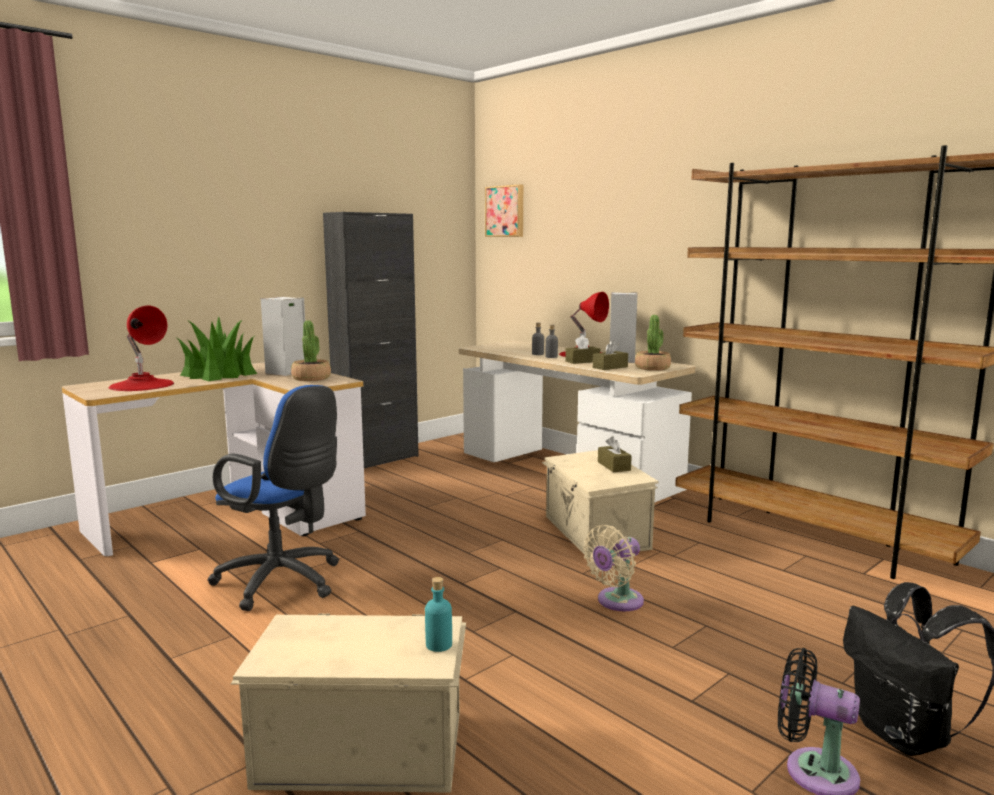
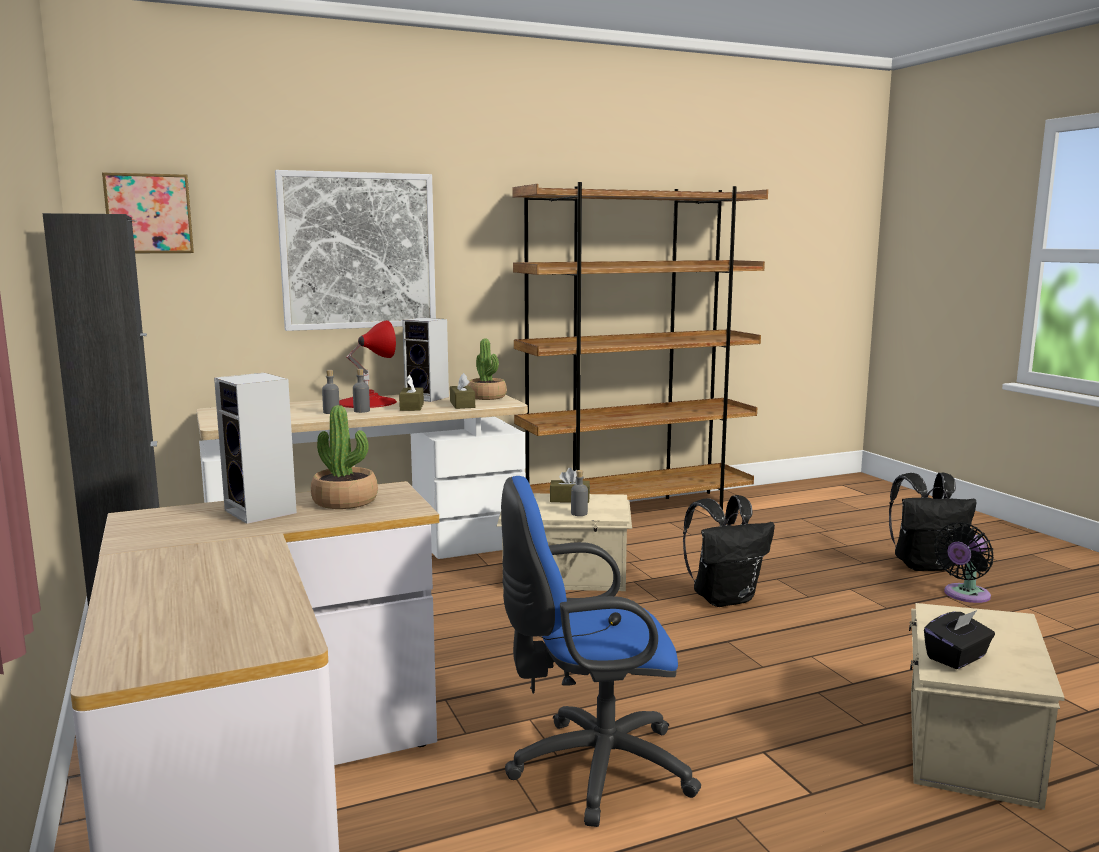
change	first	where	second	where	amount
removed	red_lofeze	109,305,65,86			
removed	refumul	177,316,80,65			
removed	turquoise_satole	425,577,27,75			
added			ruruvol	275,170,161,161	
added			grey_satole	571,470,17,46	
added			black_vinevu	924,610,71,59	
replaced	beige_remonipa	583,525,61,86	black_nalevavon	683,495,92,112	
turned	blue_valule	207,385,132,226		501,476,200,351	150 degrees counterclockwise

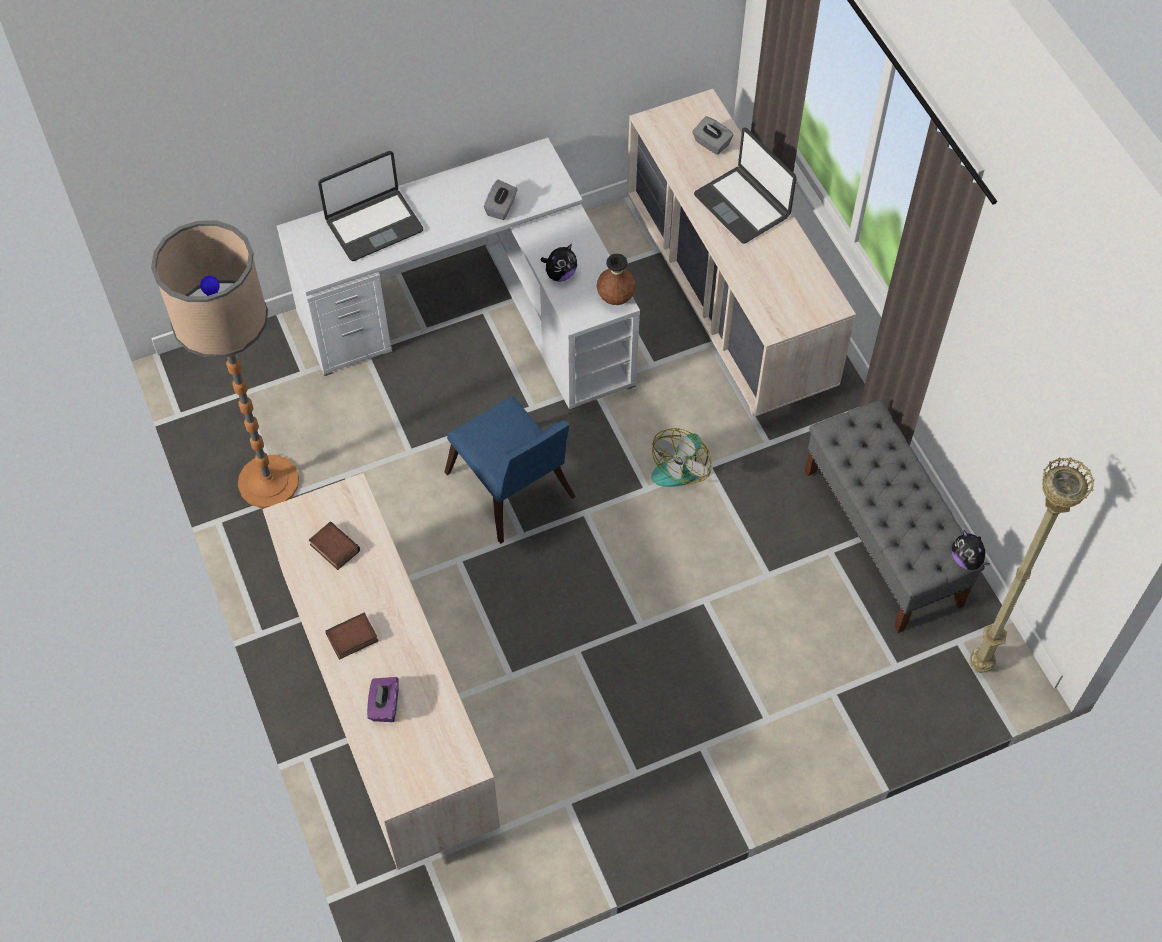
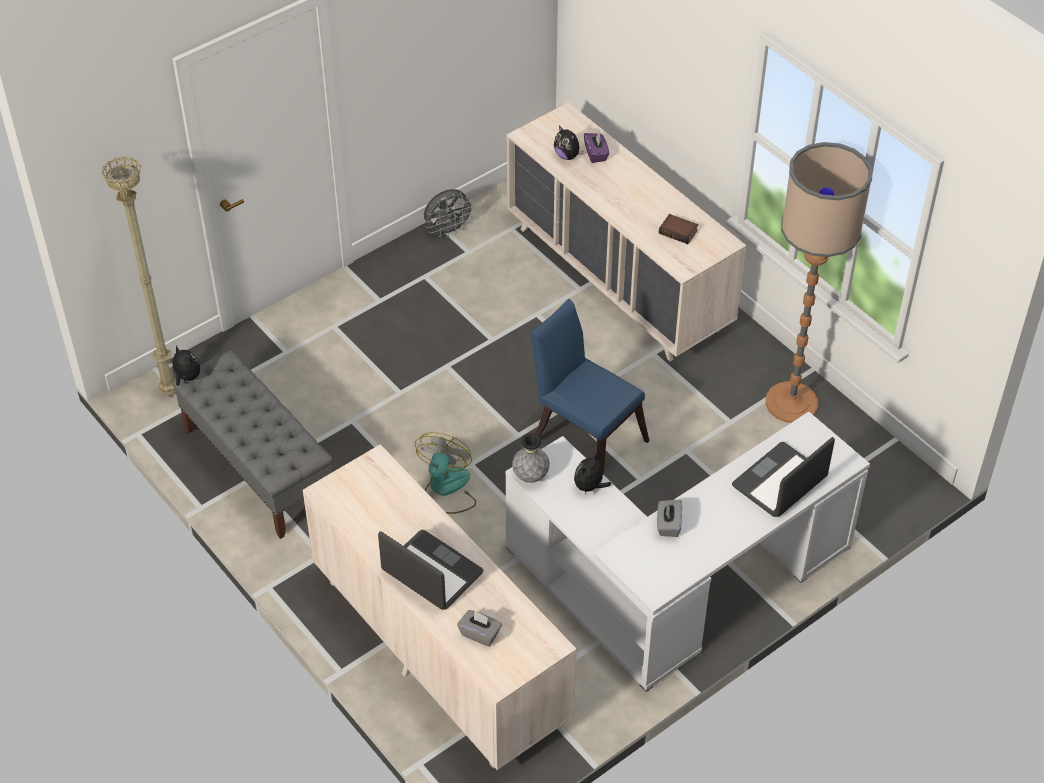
change	first	where	second	where	amount
removed	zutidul	325,613,53,47			
added			grey_remonipa	424,189,51,49	
added			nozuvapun	554,126,30,34	
recoloured	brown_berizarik	597,254,39,51	grey_berizarik	512,433,38,50	

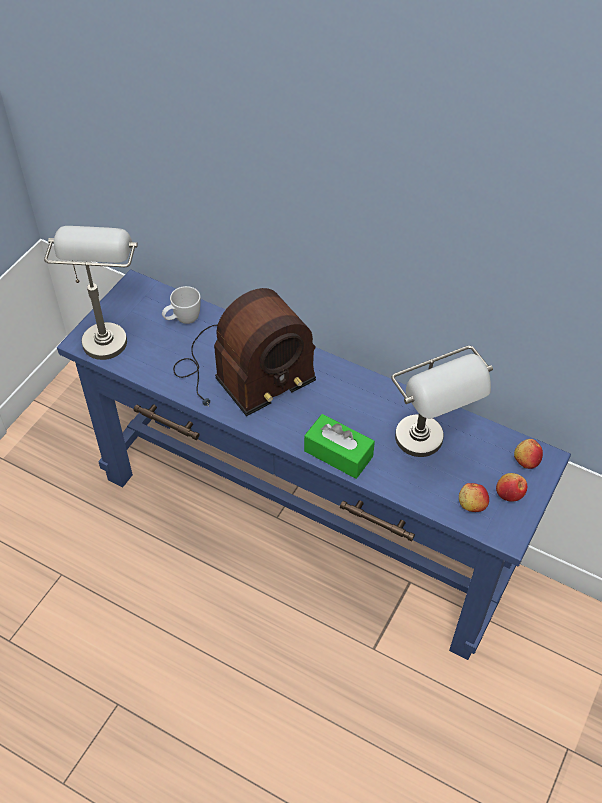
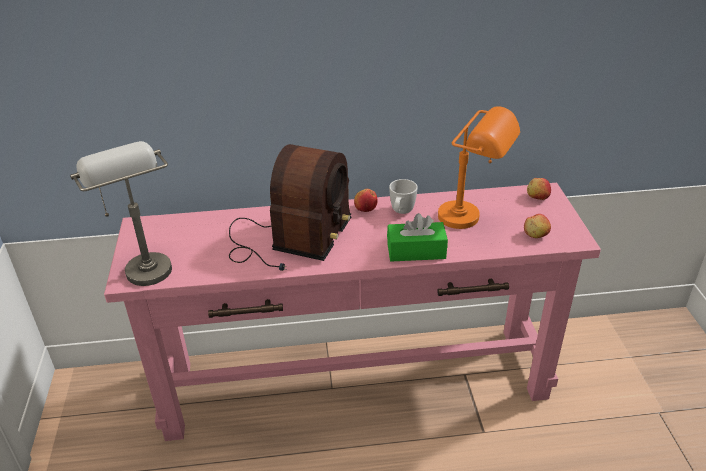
change	first	where	second	where	amount
moved	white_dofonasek	162,286,39,38		389,179,29,35	
moved	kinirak	496,473,31,29		354,189,24,23	
recoloured	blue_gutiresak	57,269,514,391	pink_gutiresak	104,183,497,258	
recoloured	grey_lofeze	391,346,102,111	orange_lofeze	438,106,82,123	

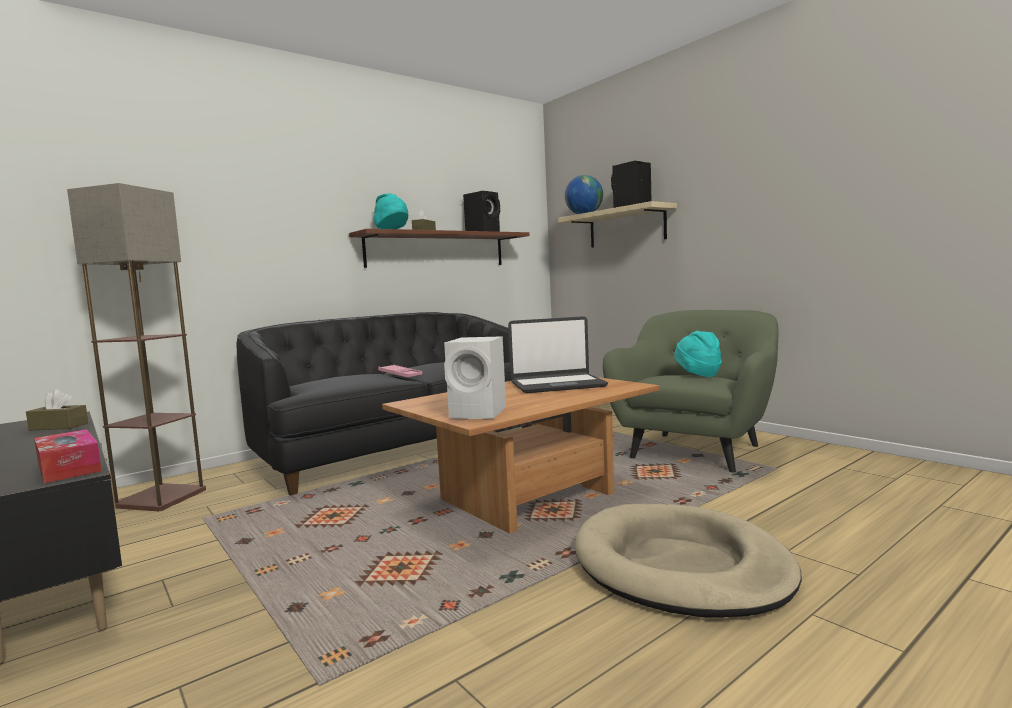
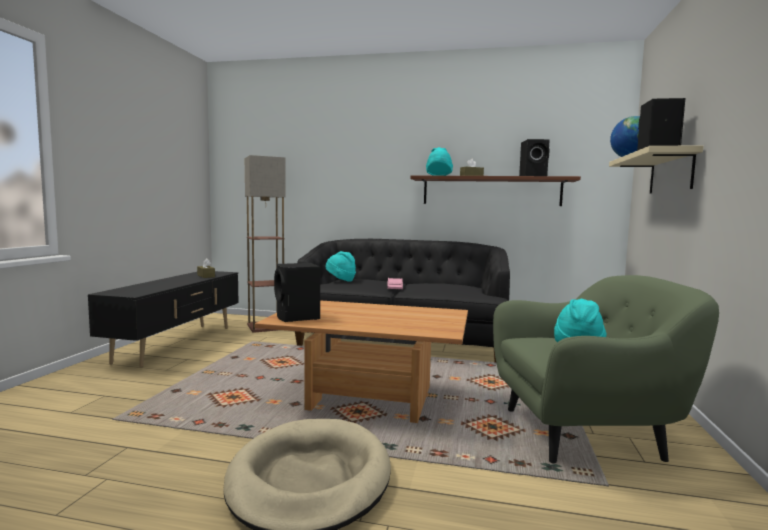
change	first	where	second	where	amount
removed	vinevu	34,429,68,54			
removed	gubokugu	508,316,100,77			
added			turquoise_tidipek	325,251,31,31	
recoloured	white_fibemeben	444,336,62,83	black_fibemeben	274,263,46,59	

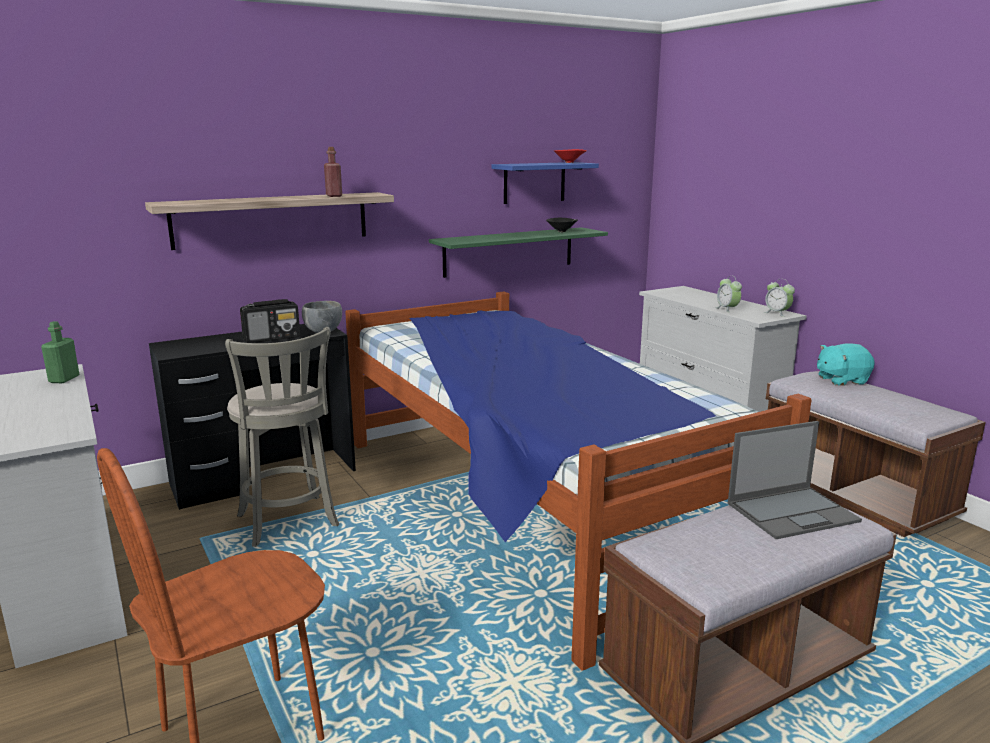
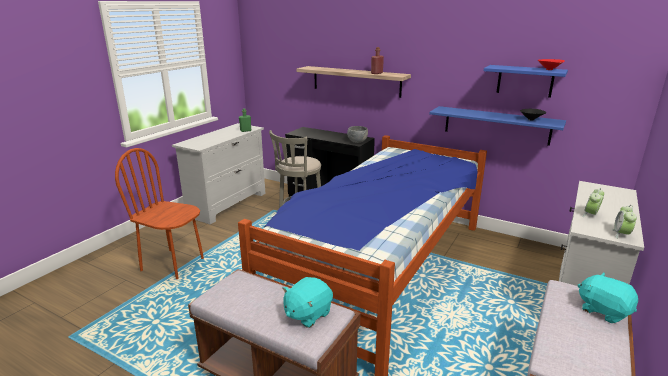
change	first	where	second	where	amount
removed	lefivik	240,299,60,44			
replaced	gubokugu	728,421,134,118	turquoise_nozuvapun	282,277,51,51	
recoloured	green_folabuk	429,227,179,51	blue_folabuk	429,106,137,40	

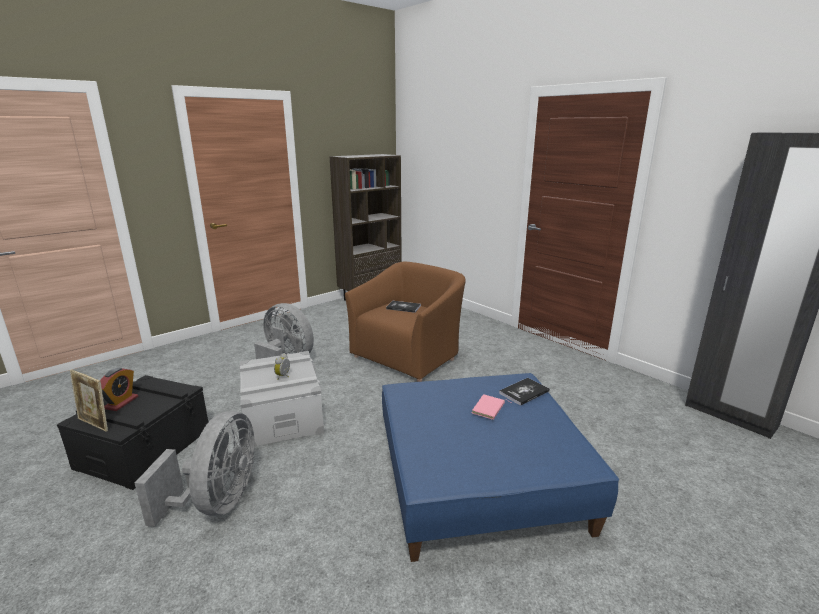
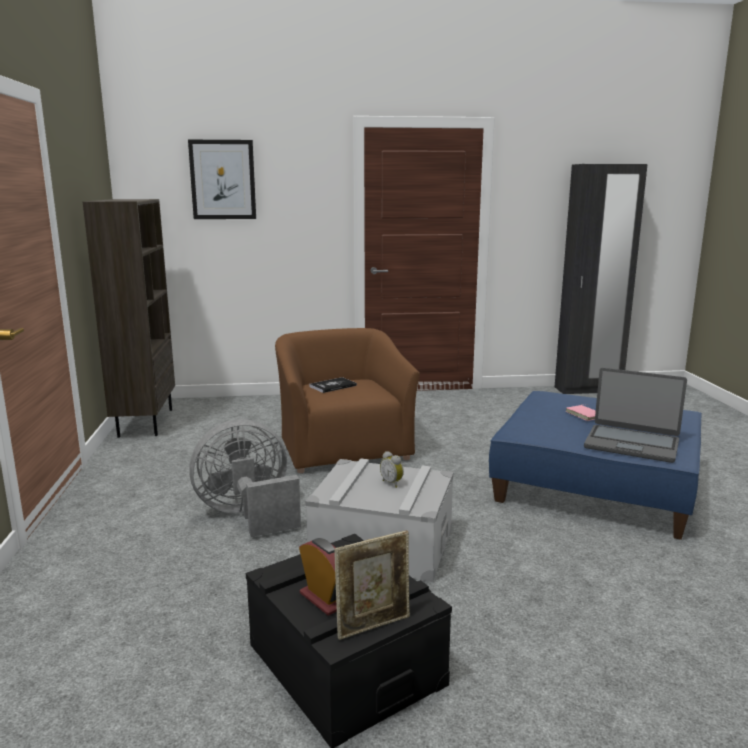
change	first	where	second	where	amount
removed	grey_remonipa	135,411,120,116			
removed	zutidul	499,378,51,28			
added			ruruvol	188,140,68,79	
added			gubokugu	584,368,103,95	

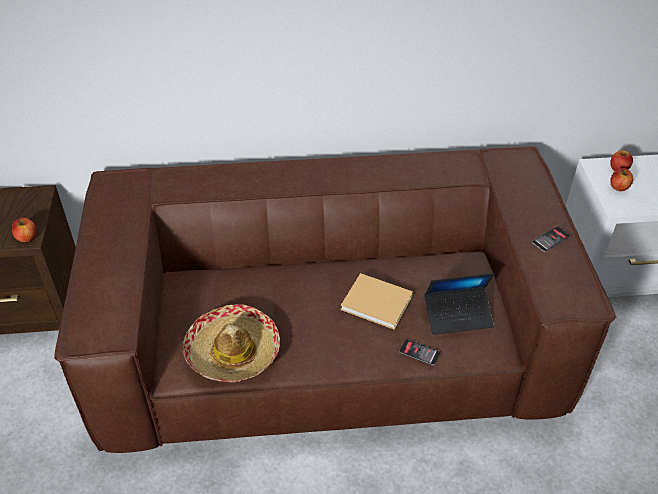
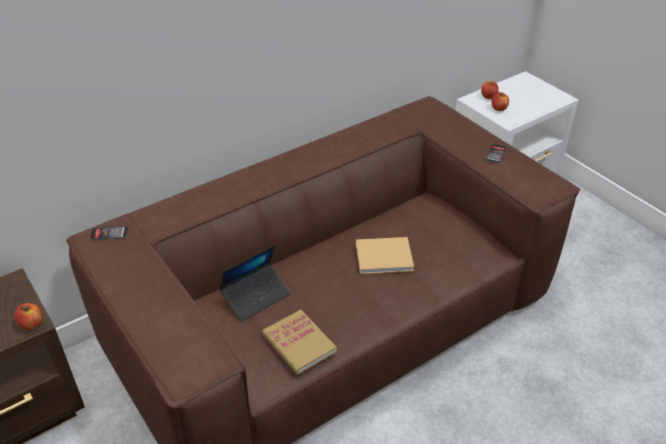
change	first	where	second	where	amount
moved	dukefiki	399,339,41,26		90,226,39,14	
moved	gubokugu	425,273,70,62		219,245,72,76	
replaced	tidipek	183,304,97,79	zutidul	262,310,75,65	

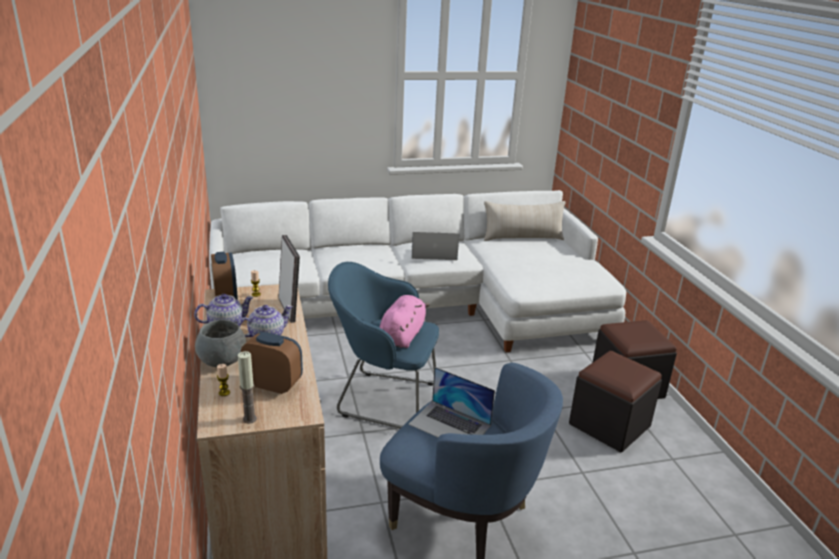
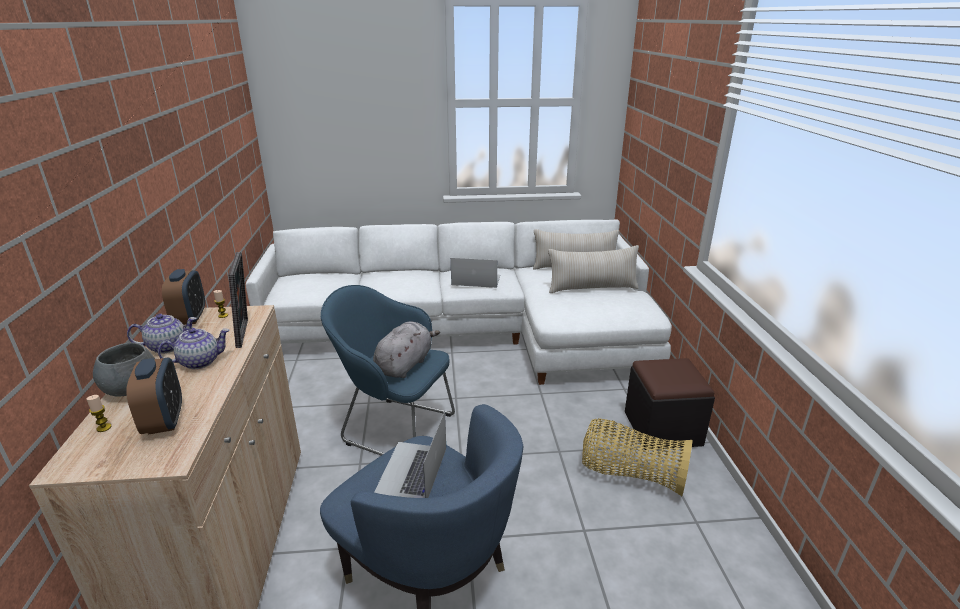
change	first	where	second	where	amount
removed	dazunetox	238,351,19,73			
added			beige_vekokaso	548,245,91,48	
replaced	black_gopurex	569,351,93,101	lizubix	582,419,110,77	
recoloured	pink_nozuvapun	379,295,51,53	grey_nozuvapun	373,321,67,57	
turned	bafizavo	241,332,62,62		126,358,56,77	45 degrees clockwise
turned	gubokugu	409,367,86,70		374,410,72,88	60 degrees clockwise

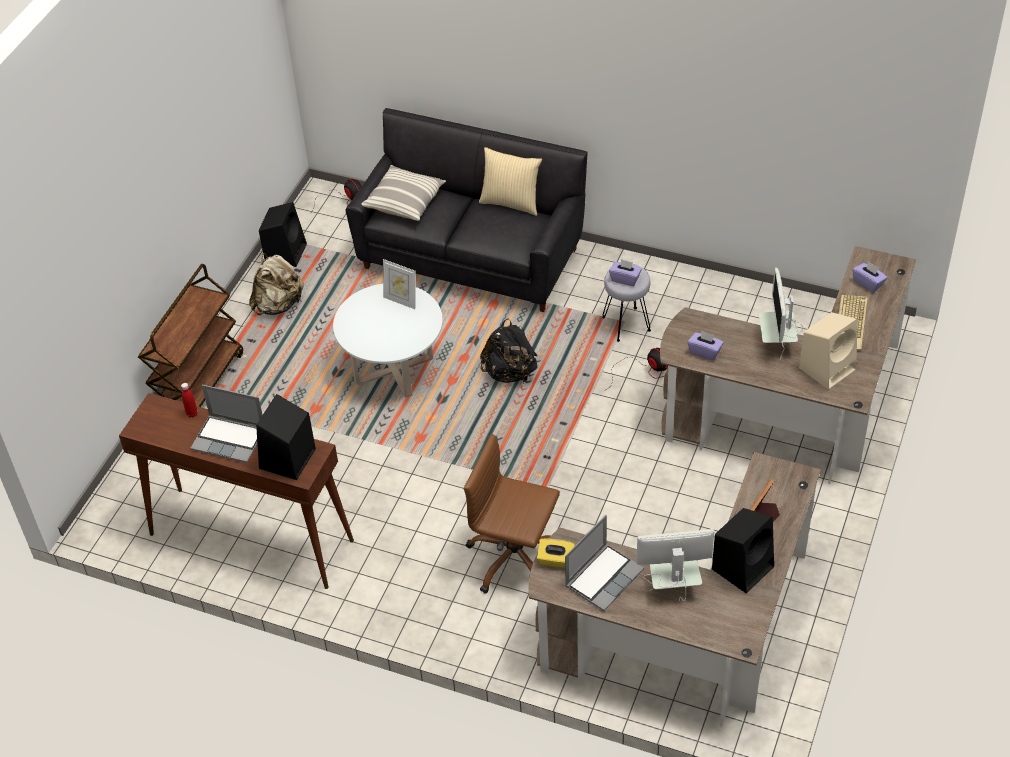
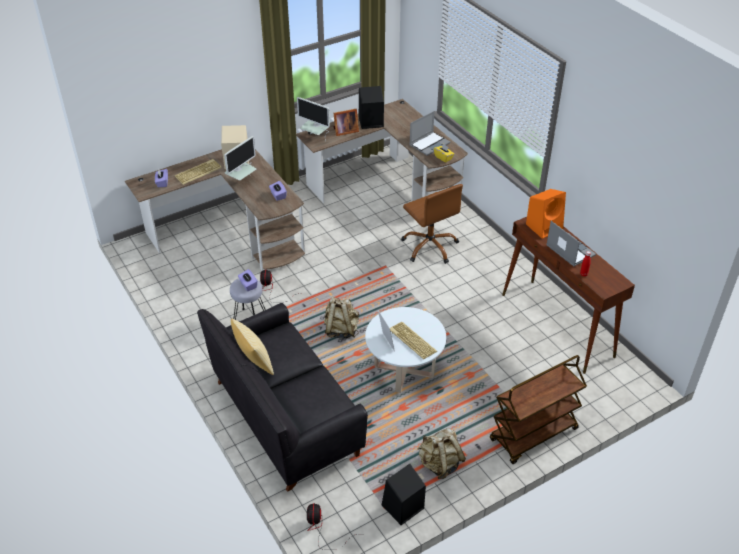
change	first	where	second	where	amount
removed	vekokaso	361,165,85,56			
added			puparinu	390,322,47,37	
moved	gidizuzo	637,529,77,73		297,97,33,44	
recoloured	black_fibemeben	256,394,60,86	orange_fibemeben	526,189,40,50	
recoloured	black_nalevavon	480,318,58,65	beige_nalevavon	324,297,35,42	
turned	gubokugu	565,515,79,96		409,111,41,45	150 degrees clockwise

